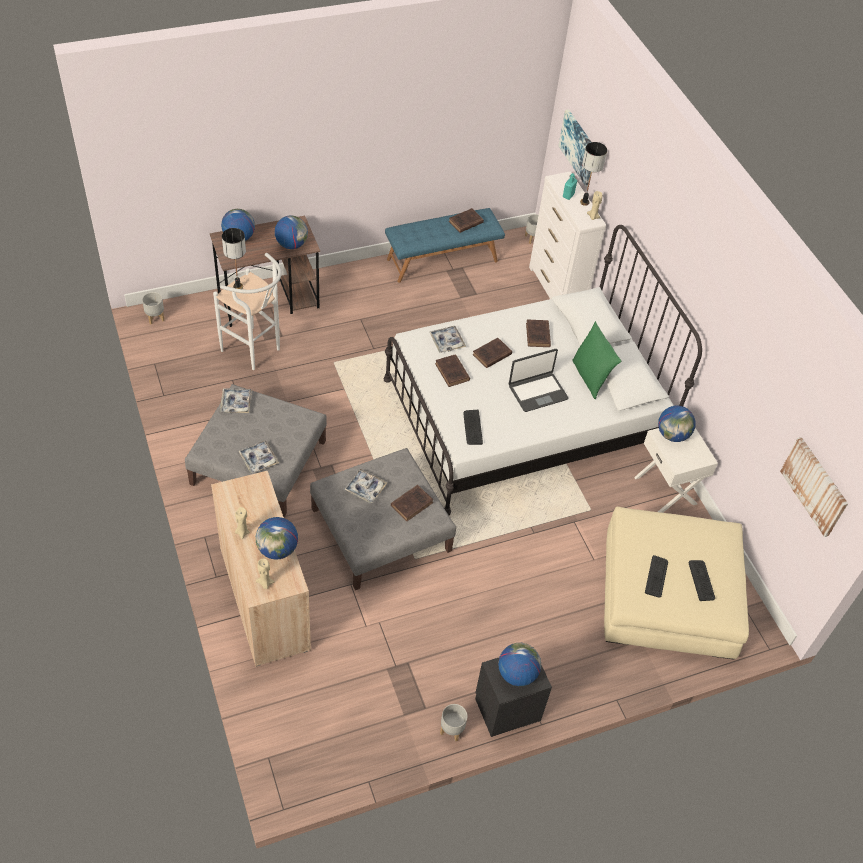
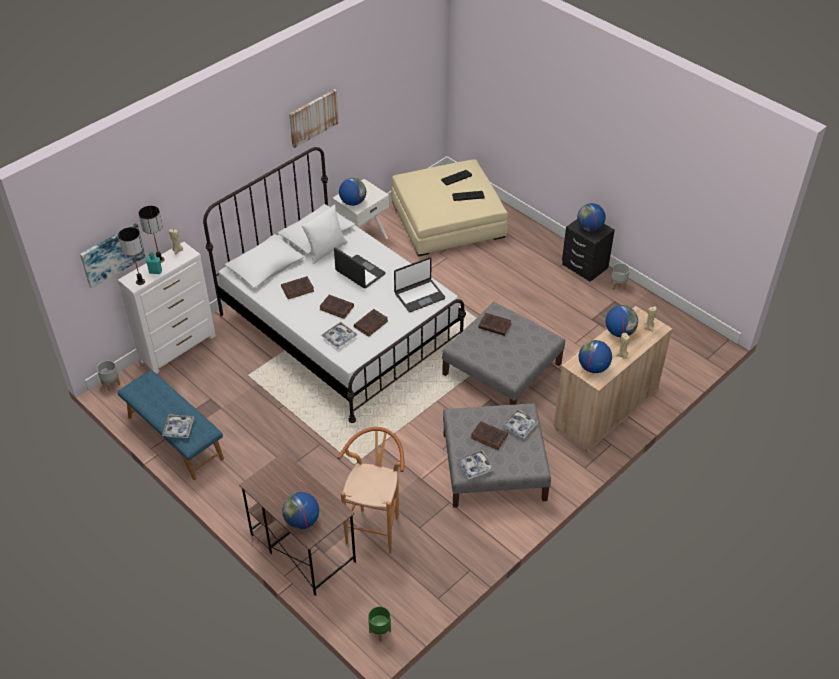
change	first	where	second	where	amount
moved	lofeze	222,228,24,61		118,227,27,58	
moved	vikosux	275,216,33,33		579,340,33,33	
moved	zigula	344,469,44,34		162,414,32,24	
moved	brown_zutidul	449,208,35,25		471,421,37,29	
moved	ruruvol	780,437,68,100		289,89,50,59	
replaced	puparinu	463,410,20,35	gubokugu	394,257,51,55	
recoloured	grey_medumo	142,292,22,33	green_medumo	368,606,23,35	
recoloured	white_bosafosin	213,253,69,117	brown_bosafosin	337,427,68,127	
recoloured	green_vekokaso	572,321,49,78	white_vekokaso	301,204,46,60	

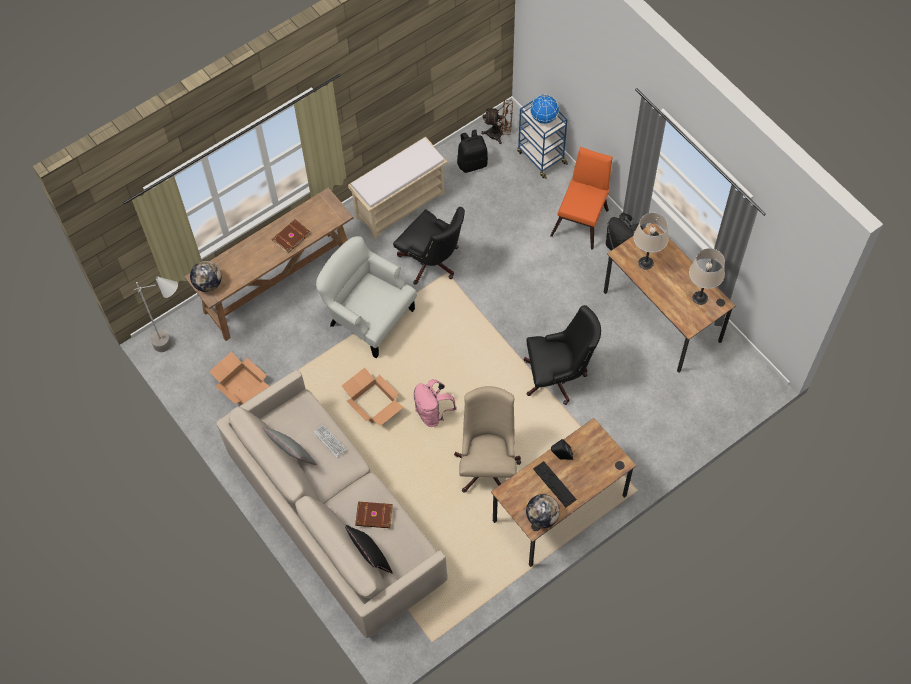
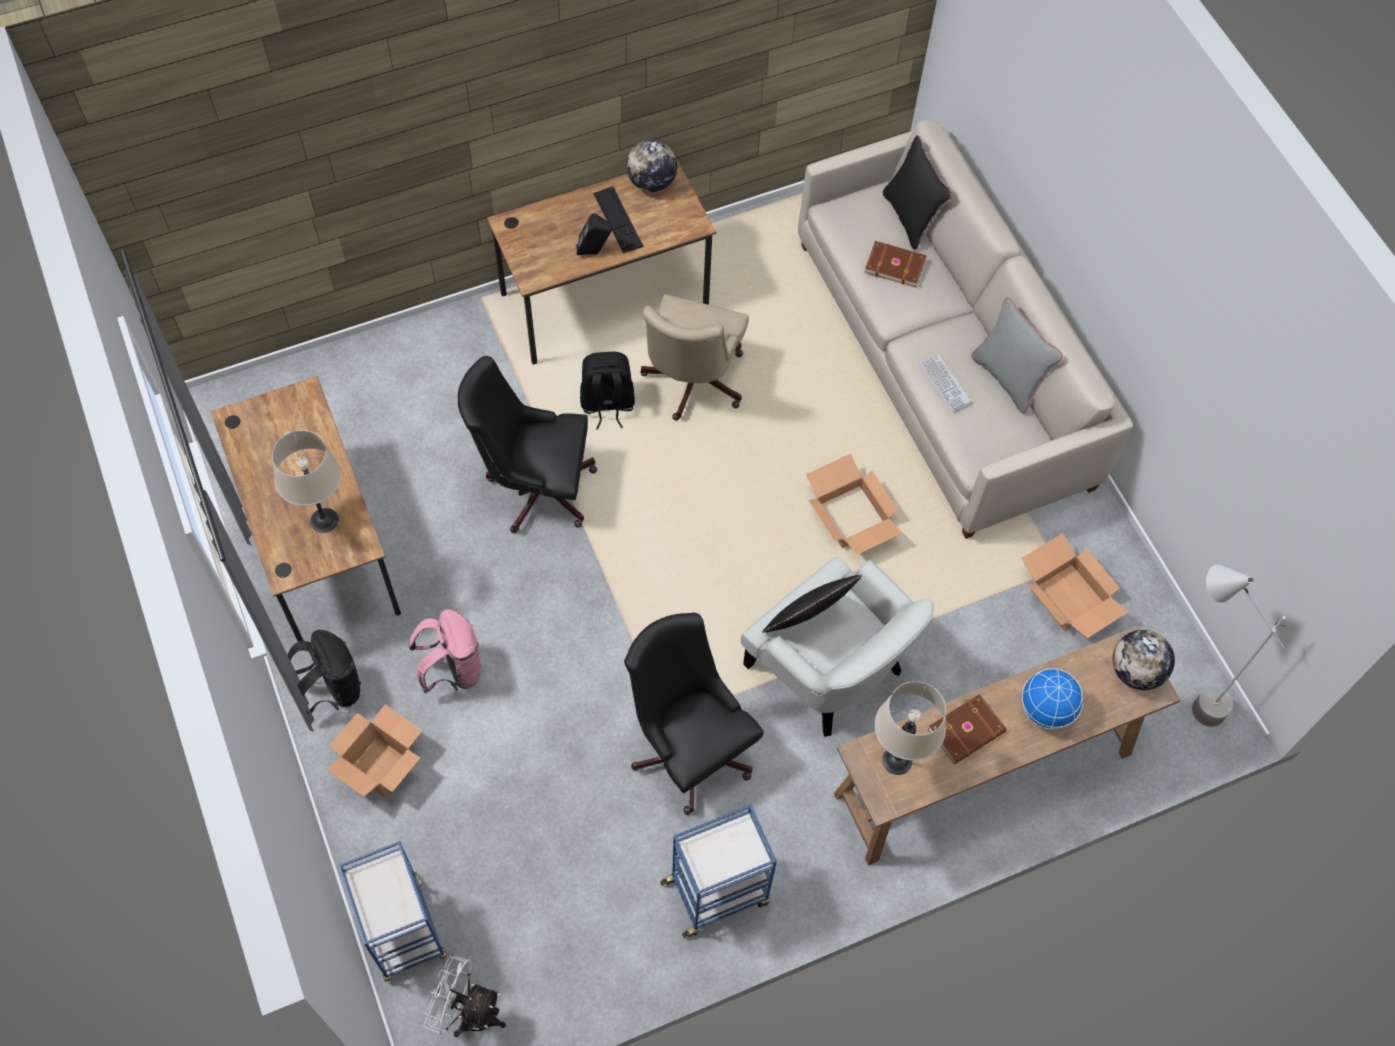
change	first	where	second	where	amount
added			black_vekokaso	762,575,100,58	
moved	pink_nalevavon	414,379,43,48		409,609,73,85	
moved	black_nalevavon	457,130,31,43		580,352,55,78	
moved	vikosux	530,95,29,29		1021,668,63,62	
moved	beige_lofeze	689,248,36,57		875,681,71,94	
replaced	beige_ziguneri	348,137,99,102	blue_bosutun	660,804,117,134	
replaced	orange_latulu	550,147,63,103	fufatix	326,704,97,94	
recoloured	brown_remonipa	481,100,32,44	white_remonipa	424,956,82,81	

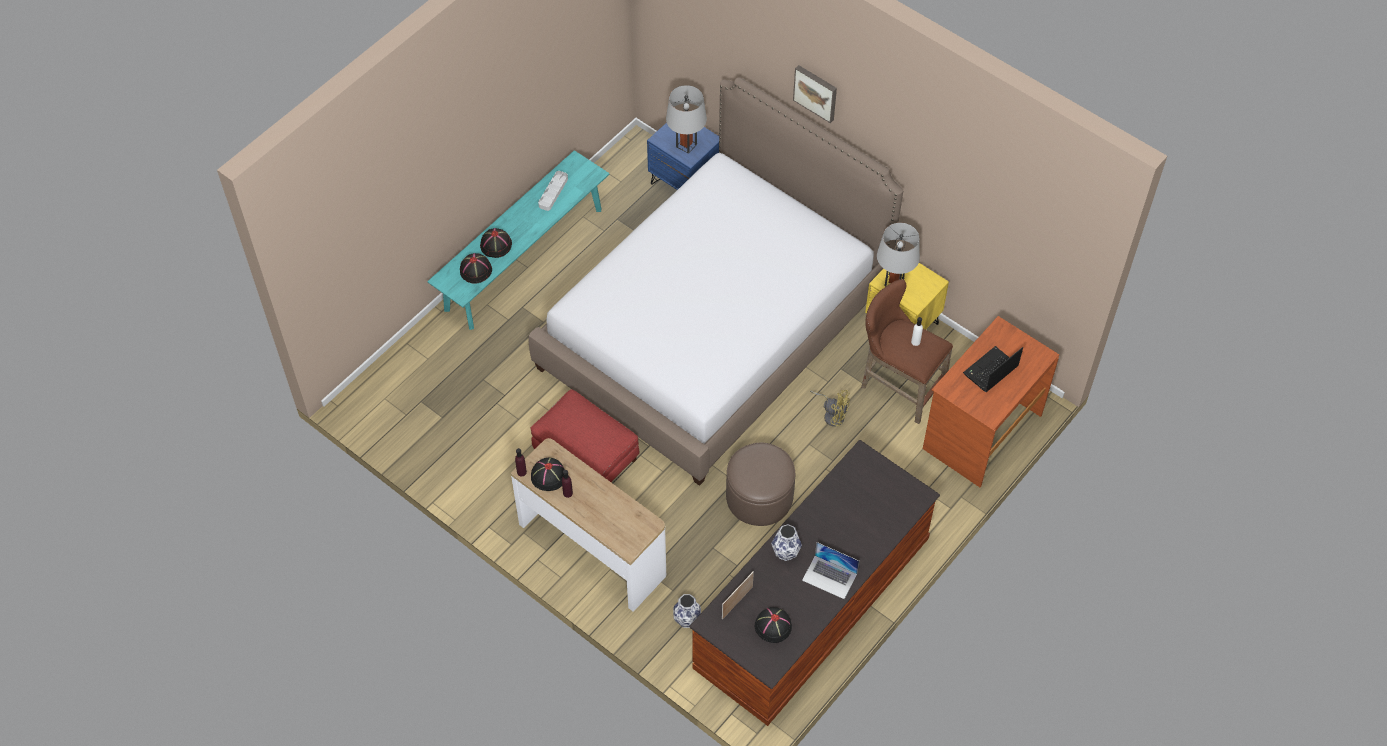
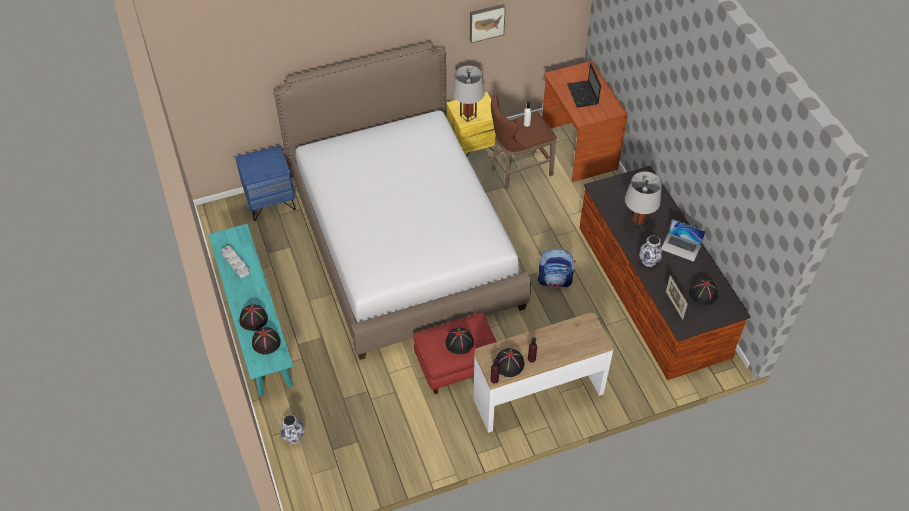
change	first	where	second	where	amount
removed	yellow_remonipa	810,390,40,37			
added			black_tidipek	446,328,28,26	
moved	grey_lofeze	666,85,41,69		625,171,37,59	
moved	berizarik	673,594,28,34		280,414,24,30	
moved	ruruvol	793,65,44,58		470,4,36,39	
replaced	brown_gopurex	726,443,69,83	nalevavon	538,249,38,39	
turned	gubokugu	802,542,57,57		662,219,44,43	60 degrees clockwise

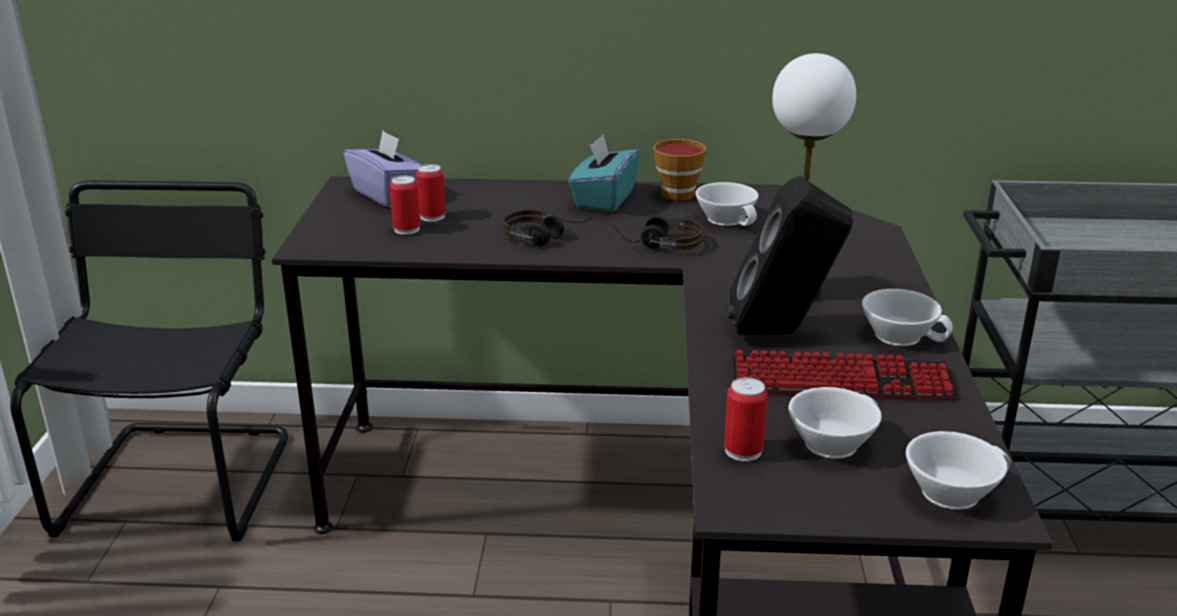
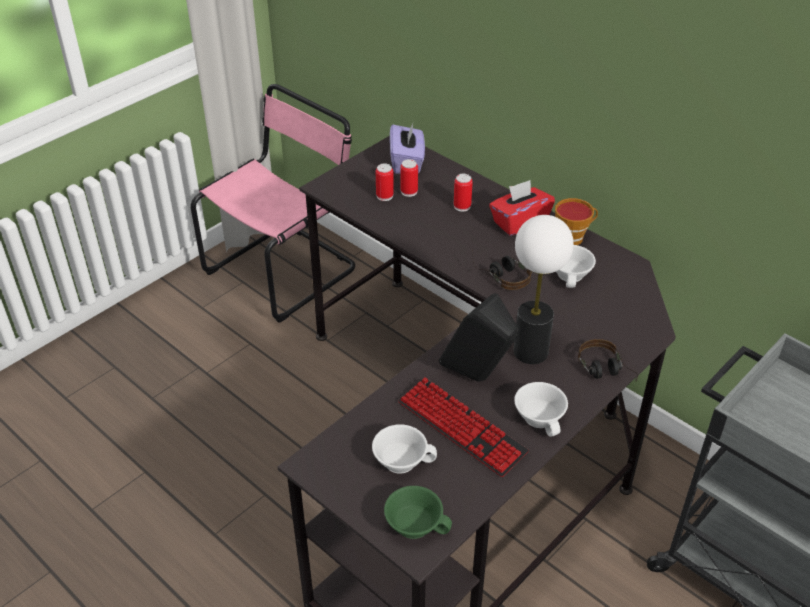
change	first	where	second	where	amount
moved	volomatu	503,209,91,37		578,339,60,42	
moved	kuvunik	724,377,44,84		454,174,19,38	
recoloured	black_latulu	10,180,278,362	pink_latulu	191,84,164,239	
recoloured	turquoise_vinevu	569,134,71,78	red_vinevu	489,180,66,56	
recoloured	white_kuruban	906,431,105,79	green_kuruban	384,486,68,53	

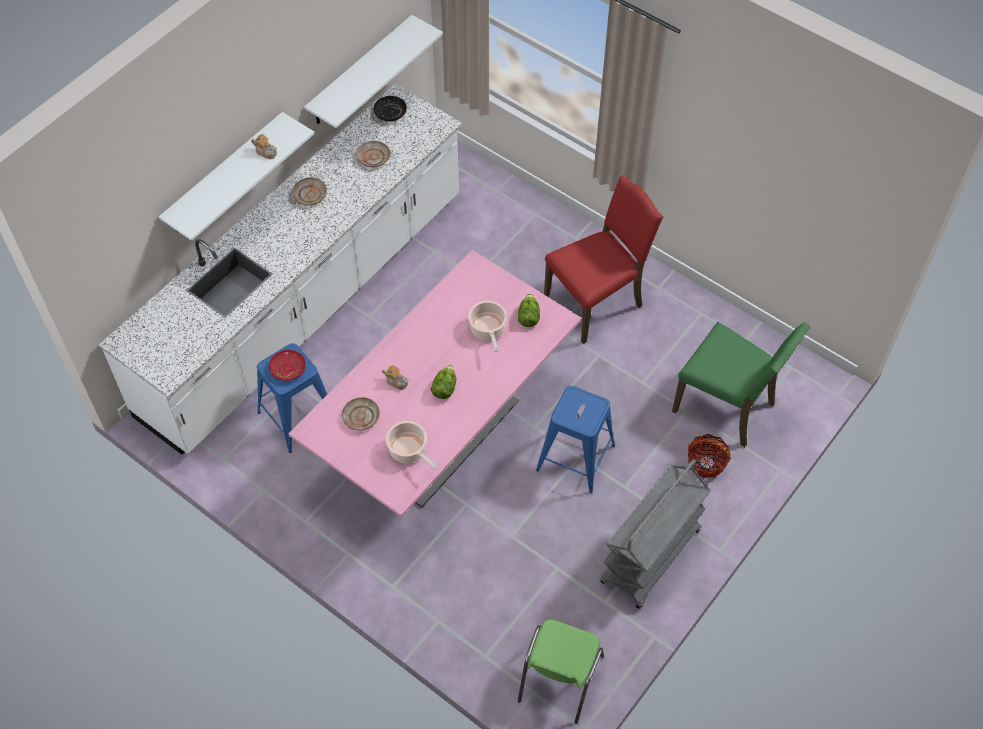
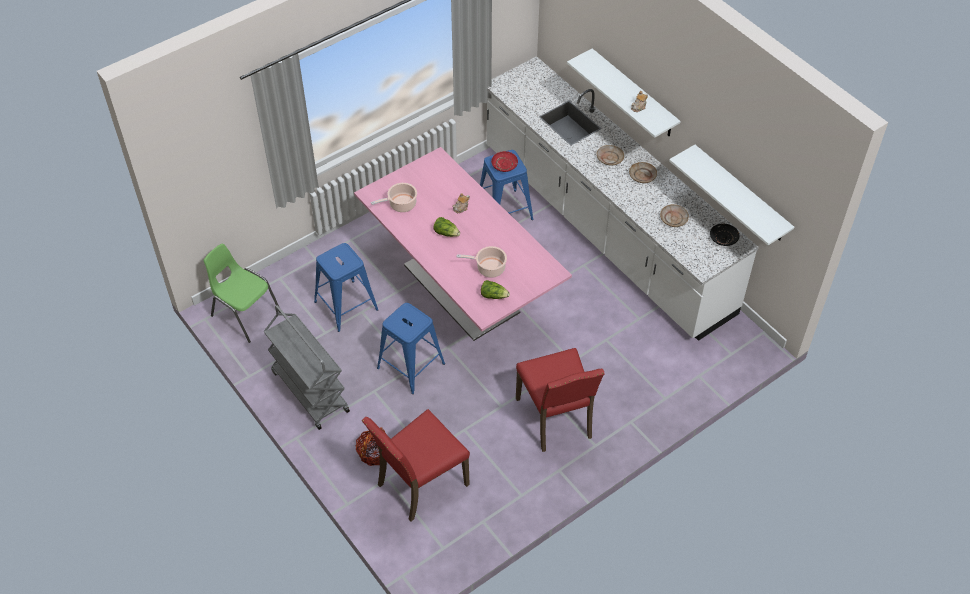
change	first	where	second	where	amount
added			blue_bosafosin	314,243,64,89	
moved	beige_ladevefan	342,397,38,34		597,145,27,20	
recoloured	green_latulu	672,322,138,125	red_latulu	362,409,108,113	

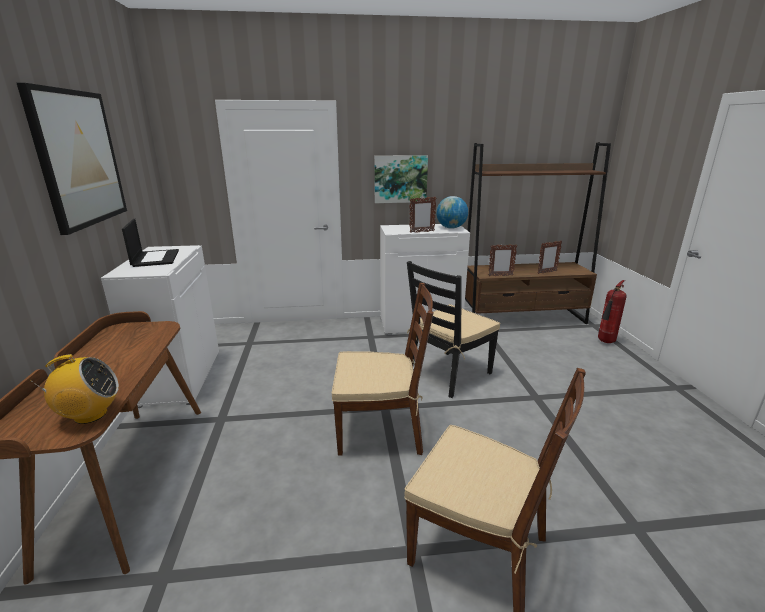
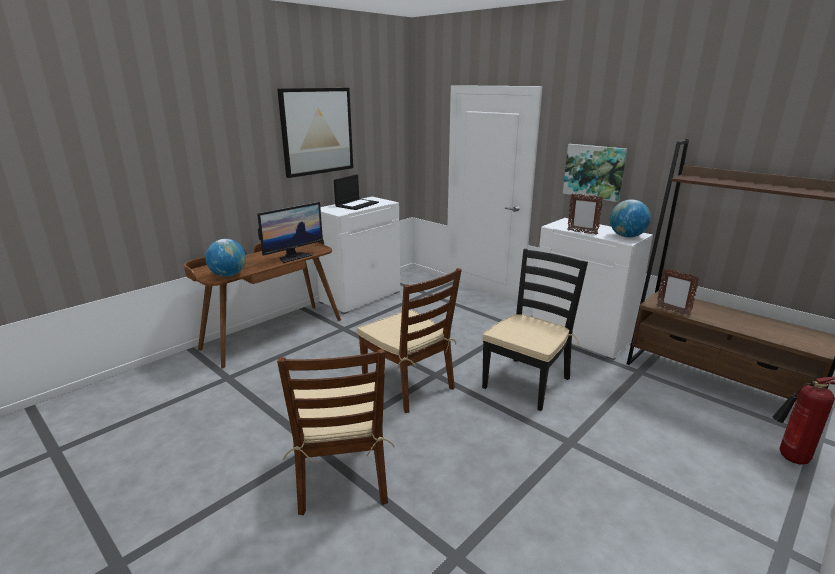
change	first	where	second	where	amount
removed	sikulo	537,241,25,33			
added			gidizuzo	257,202,66,61	
replaced	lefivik	30,354,89,70	vikosux	205,239,41,38	
turned	black_latulu	407,261,93,137		482,249,106,162	120 degrees clockwise

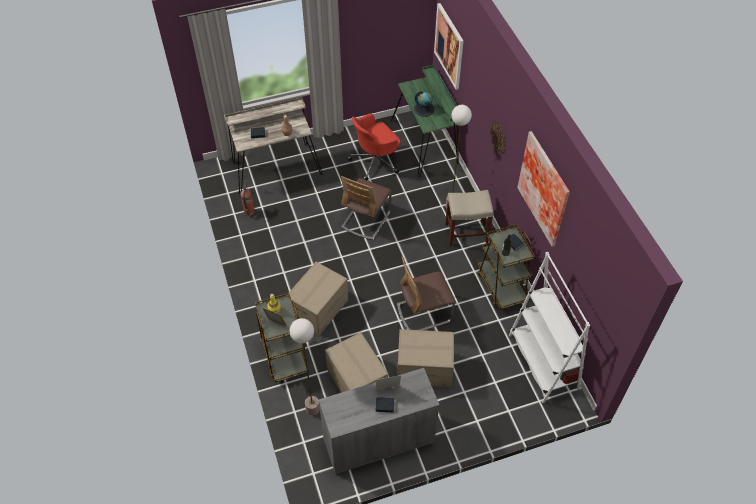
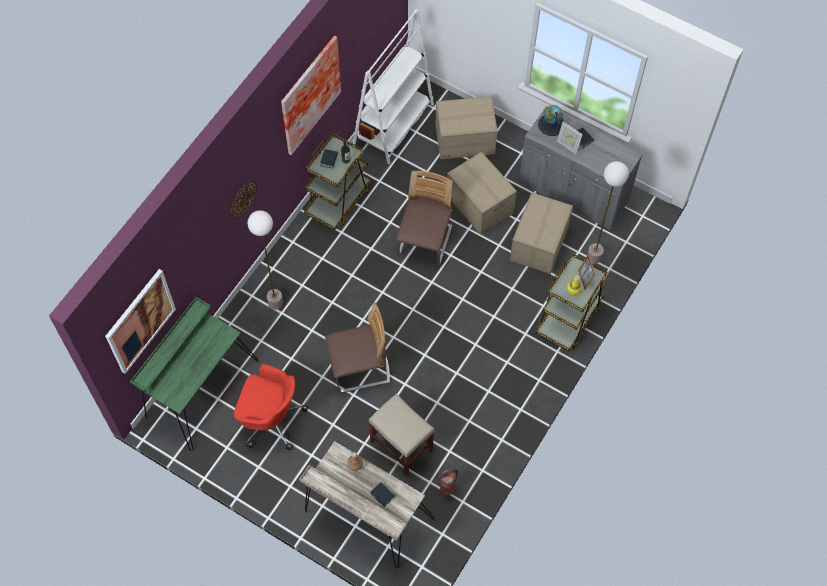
change	first	where	second	where	amount
moved	fufatix	286,262,62,73		436,96,61,63	
moved	vikosux	414,91,21,26		538,105,26,31	
moved	beige_bosafosin	445,190,49,56		369,394,66,82	
turned	latulu	397,257,59,73		396,171,57,94	105 degrees counterclockwise

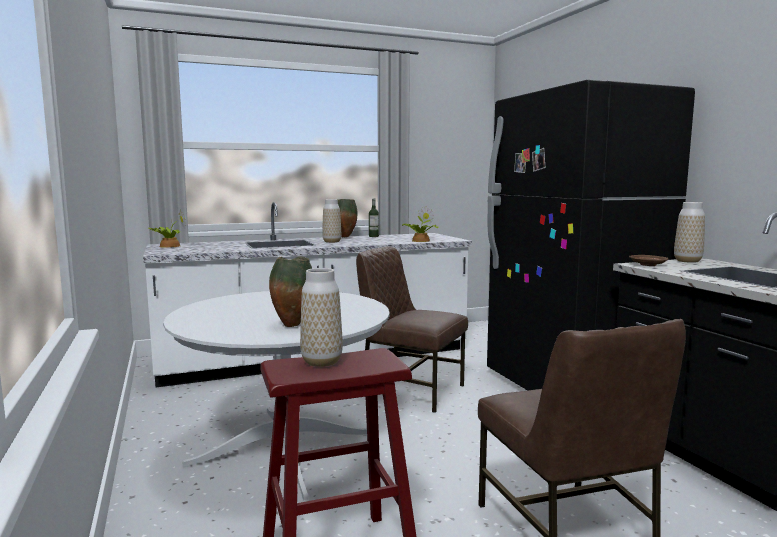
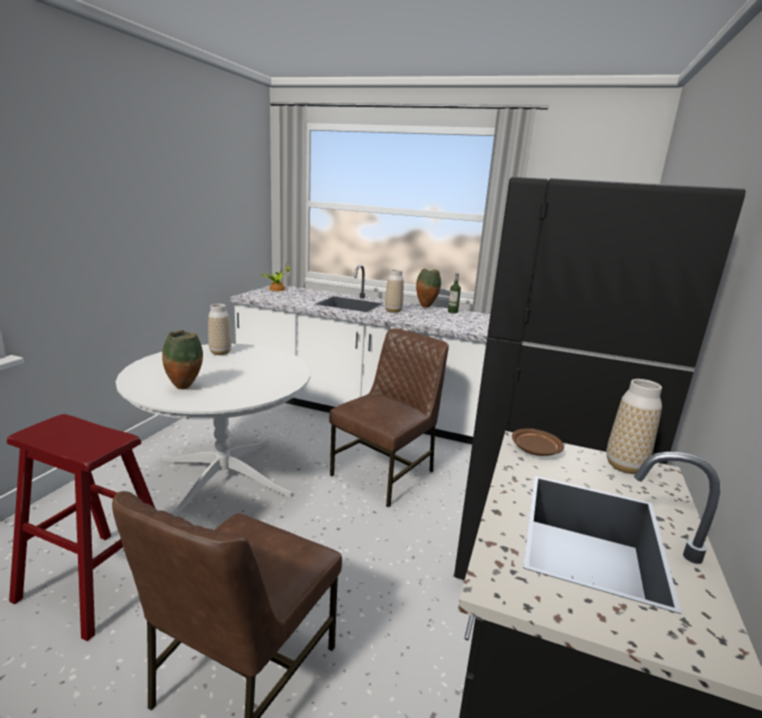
change	first	where	second	where	amount
removed	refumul	402,207,36,35			
moved	berizarik	300,268,43,99		208,304,24,51	
turned	brown_latulu	356,247,112,166		329,328,120,179	60 degrees clockwise

